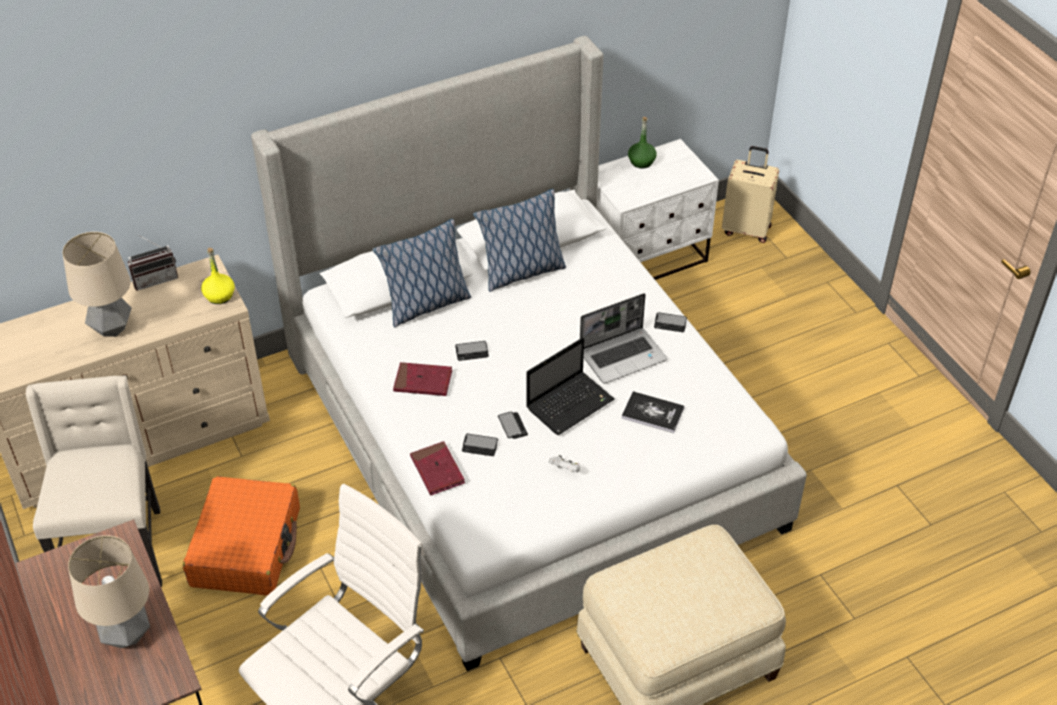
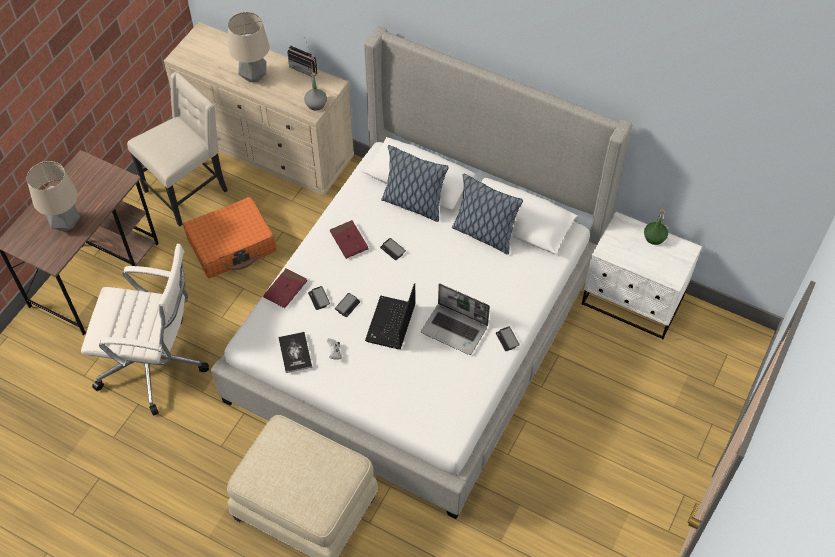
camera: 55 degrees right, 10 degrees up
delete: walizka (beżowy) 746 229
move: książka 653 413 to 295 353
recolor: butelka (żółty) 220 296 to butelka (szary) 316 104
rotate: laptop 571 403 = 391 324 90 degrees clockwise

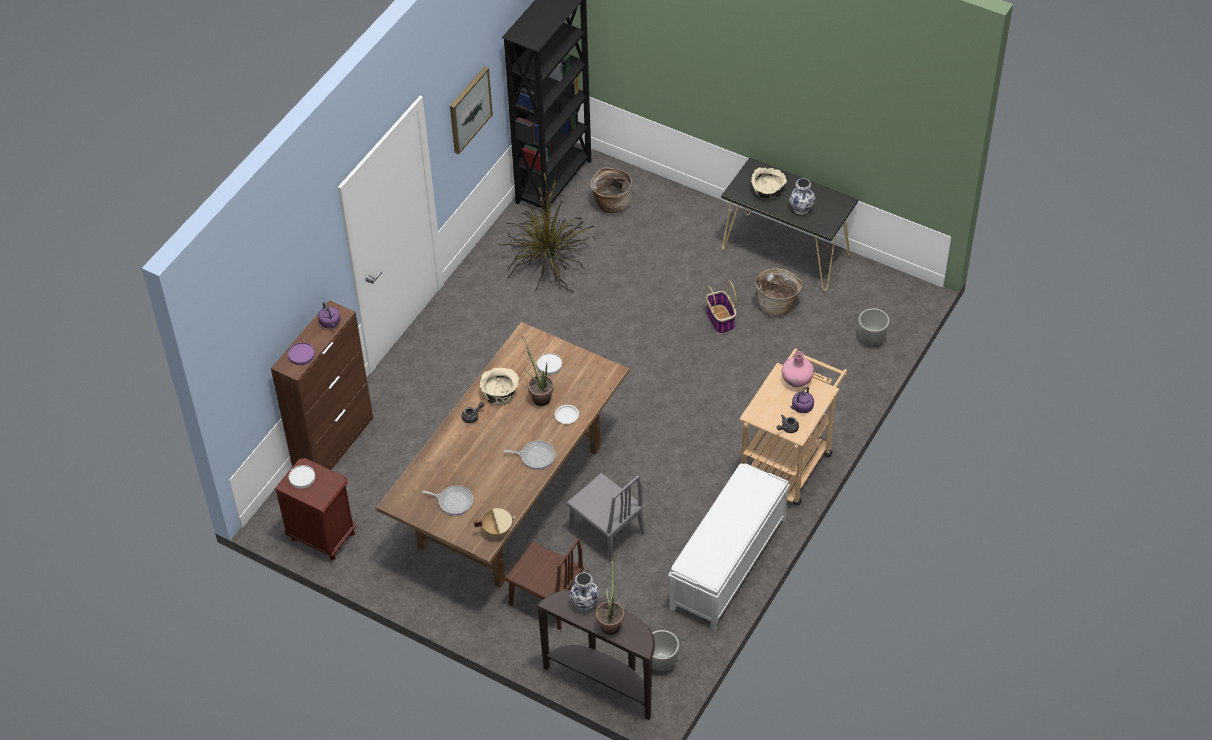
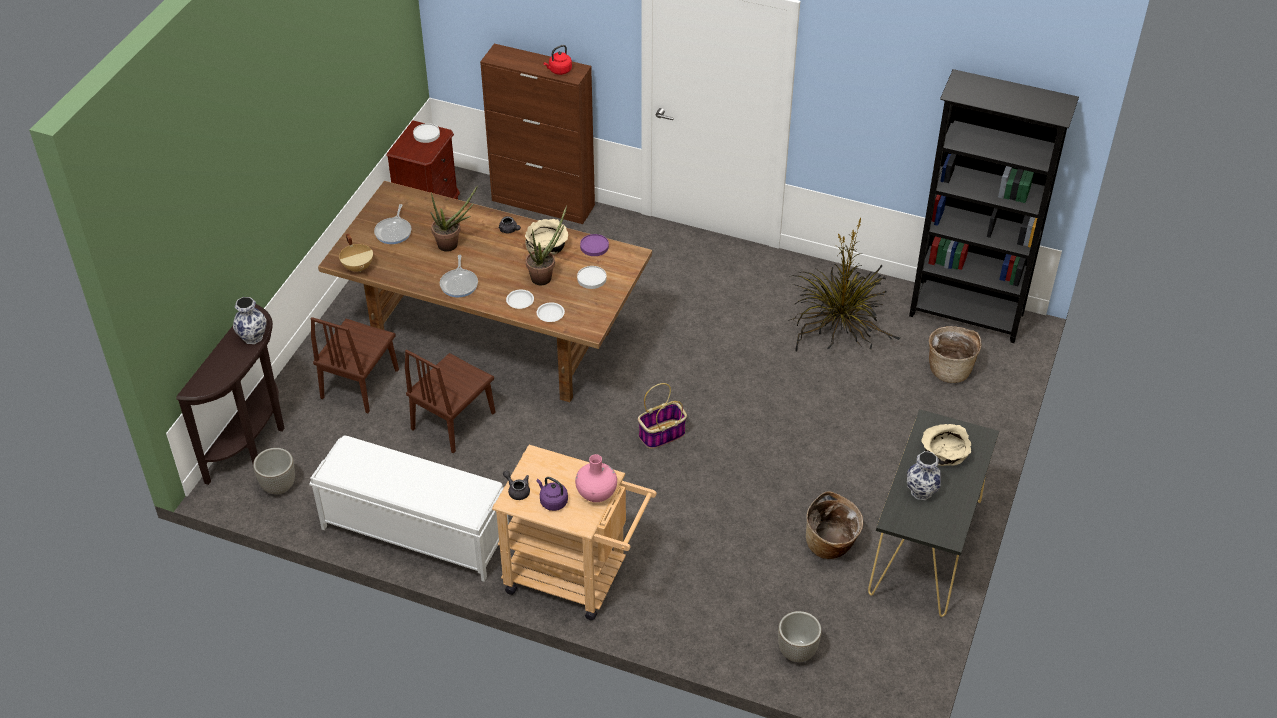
camera: 80 degrees right, 5 degrees down
delete: obraz 469 109
insert: talerz (biały) 550 314
move: talerz (fioletowy) 301 355 to 594 246; roślina doniczkowa 610 622 to 452 244; koszyk 721 320 to 661 435
recolor: czajnik (fioletowy) 330 323 to czajnik (czerwony) 559 71; krzesło (szary) 606 531 to krzesło (brązowy) 453 420

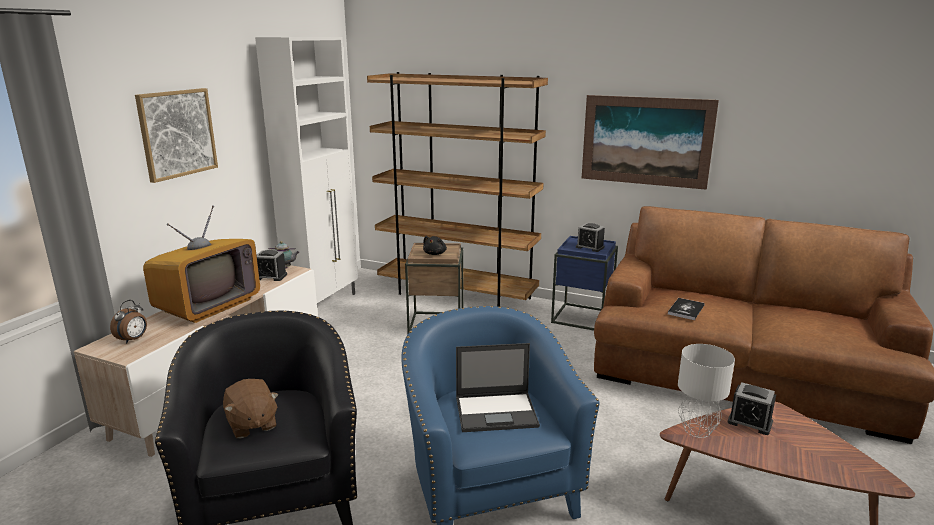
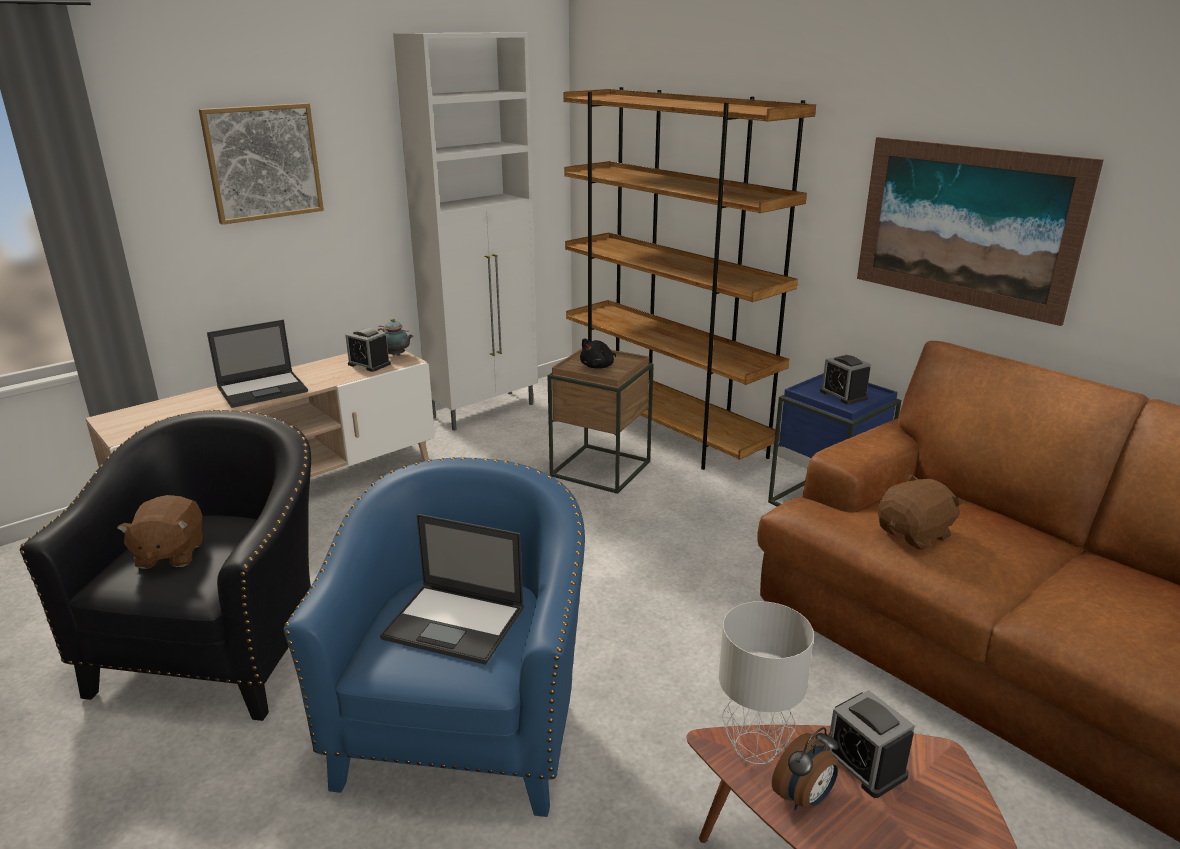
camera: 25 degrees right, 5 degrees up
move: budzik 133 339 to 804 799
replace: telewizor 208 305 to laptop 263 389; książka 686 310 to pluszak (brązowy) 915 534

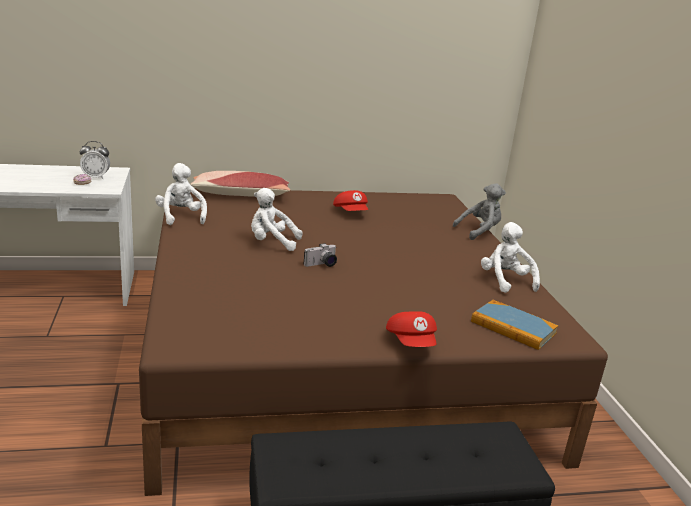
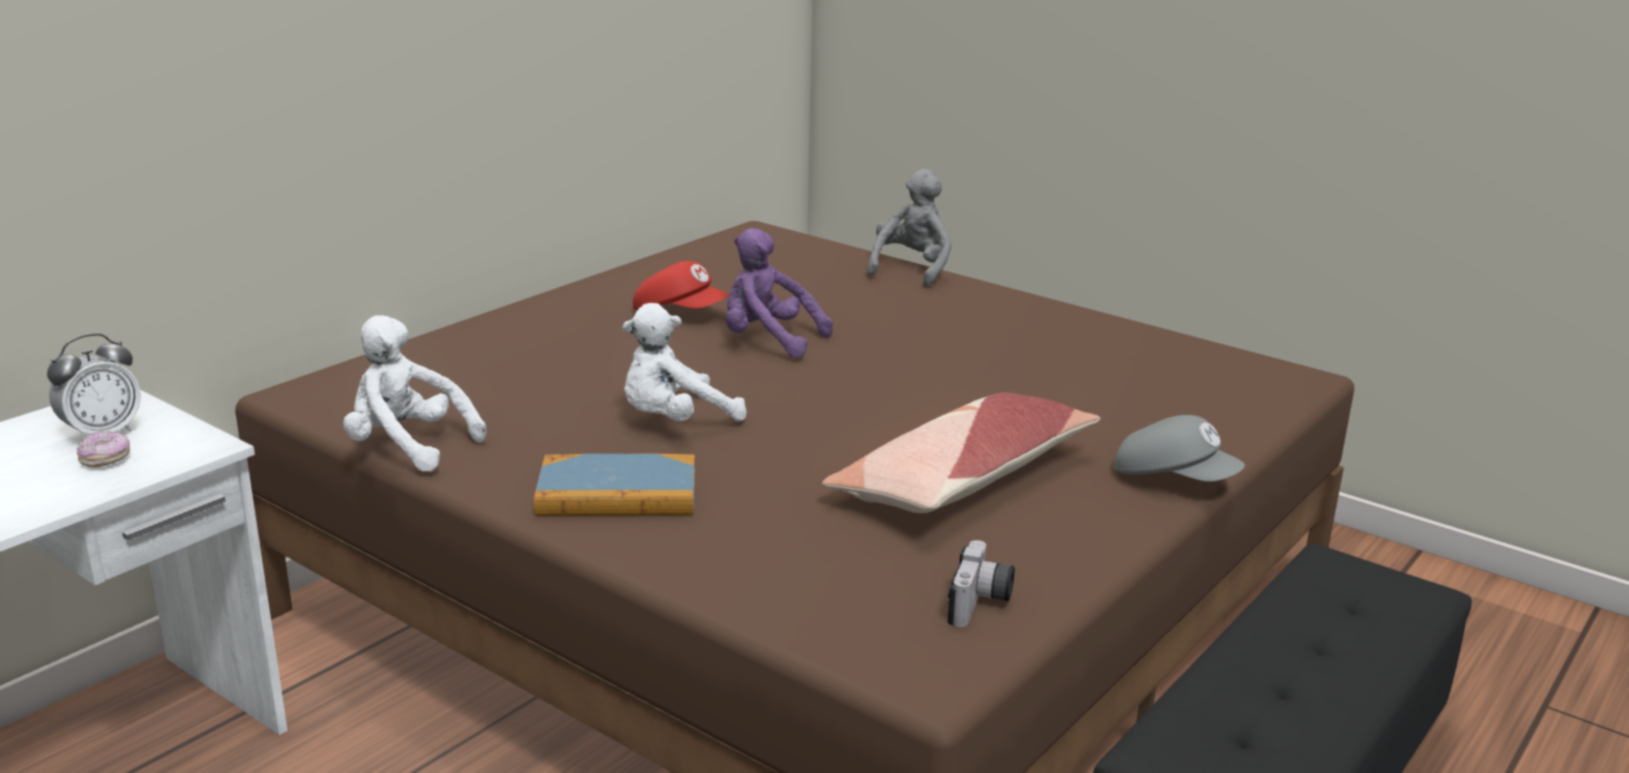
camera: 40 degrees left, 0 degrees up
delete: pluszak (biały) 505 281
insert: pluszak (fioletowy) 768 340
move: poduszka 240 195 to 962 480; aparat fotograficzny 322 265 to 981 604; książka 513 327 to 617 493
recolor: czapka z daszkiem (czerwony) 411 343 to czapka z daszkiem (szary) 1174 479

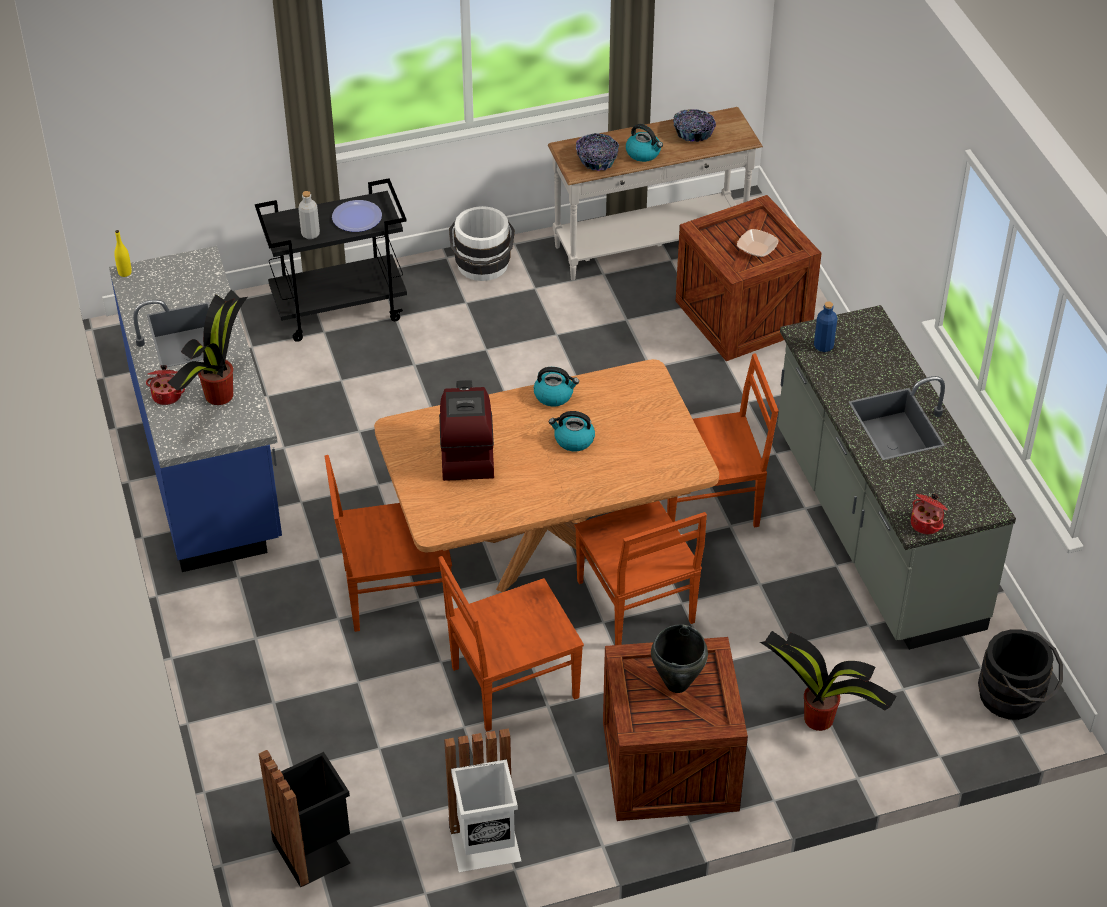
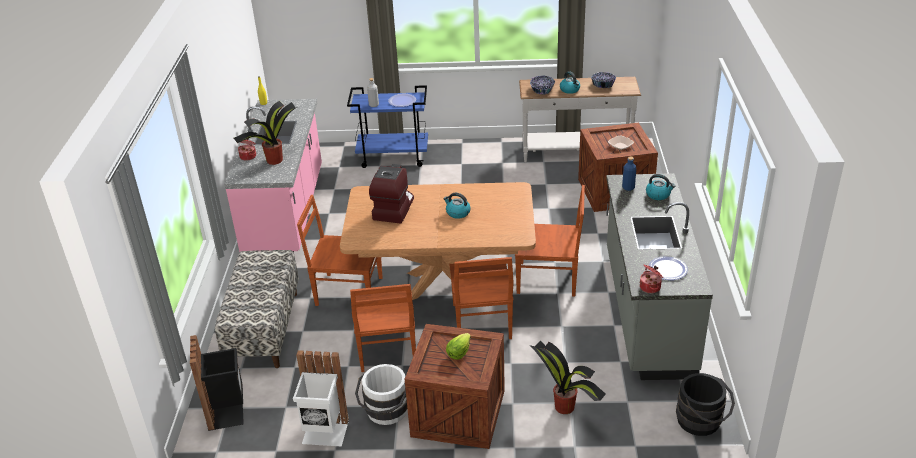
camera: 20 degrees right, 10 degrees down
insert: ławka 264 329; talerz 668 269
move: wiadro (biały) 482 268 to 385 413; czajnik 554 395 to 658 195
replace: garnek (czarny) 676 684 to sałata 459 353
recolor: zabudowa kuchenna (niebieski) 208 461 to zabudowa kuchenna (różowy) 286 212; wózek (czarny) 340 309 to wózek (niebieski) 394 157
rotate: krzesło (brązowy) 511 683 = 387 349 90 degrees counterclockwise

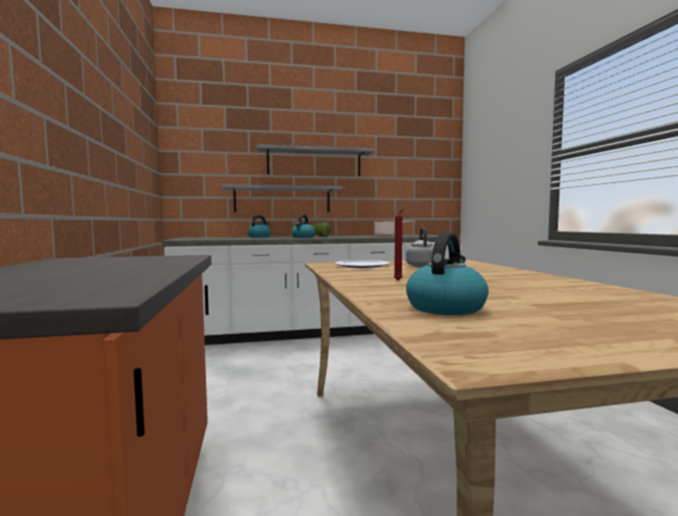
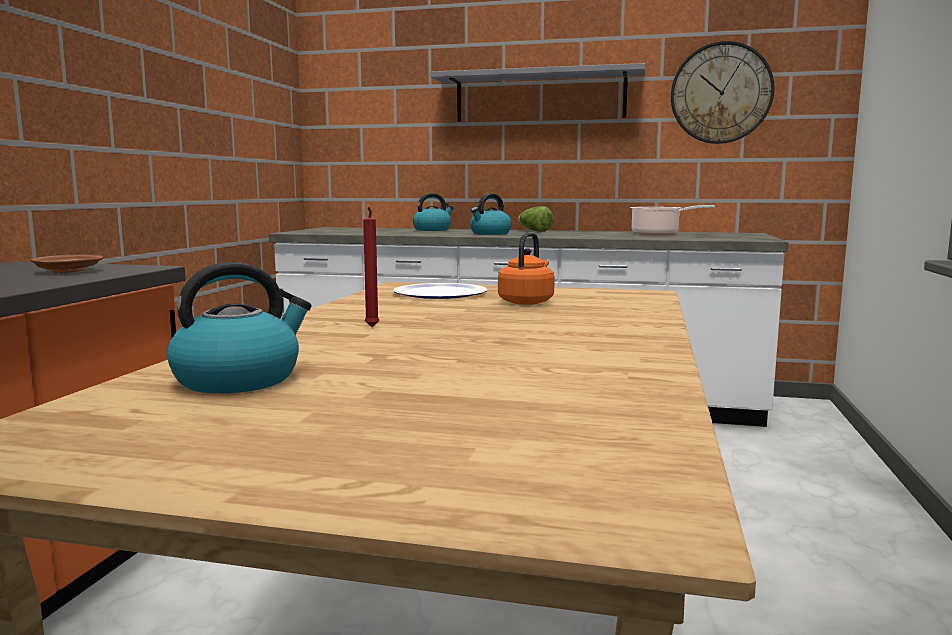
camera: 25 degrees right, 5 degrees up
delete: półka (szary) 282 199
insert: talerz (brązowy) 68 271; zegar ścienny 721 93
recolor: czajnik (szary) 420 266 to czajnik (pomarańczowy) 527 302

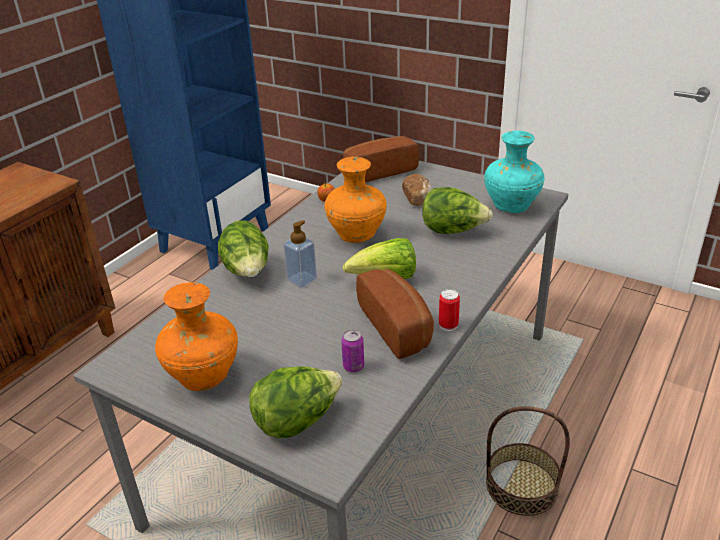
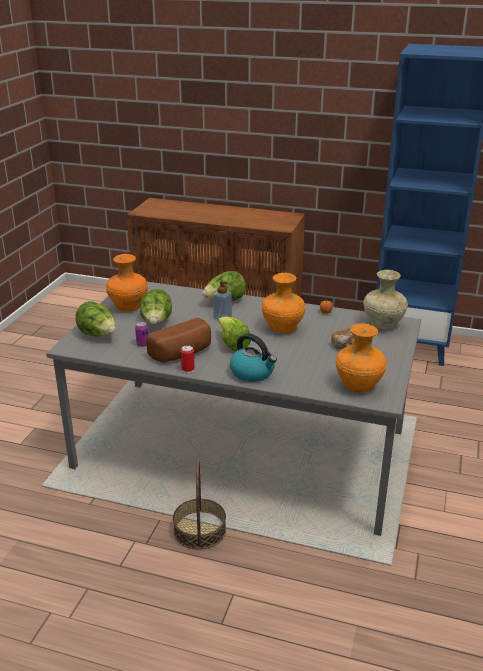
camera: 75 degrees right, 5 degrees down
insert: czajnik 253 373
move: sałata 453 231 to 157 323
replace: chleb 378 171 to wazon (beżowy) 383 325
recolor: wazon (turkusowy) 511 207 to wazon (pomarańczowy) 358 386

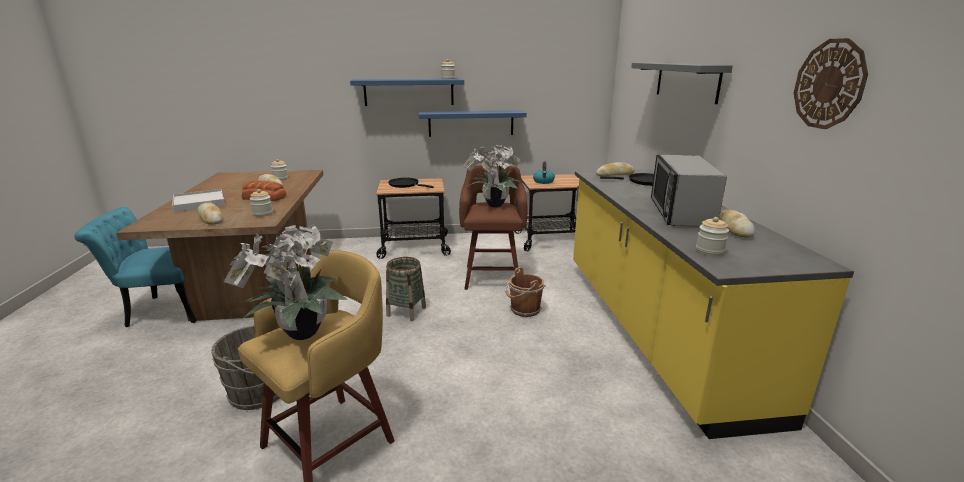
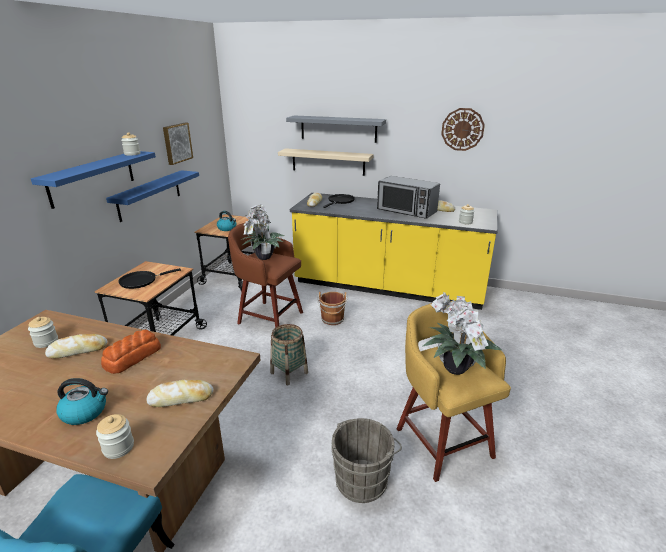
camera: 65 degrees left, 5 degrees up
insert: obraz 177 143; półka (beżowy) 328 162
move: słoik 263 214 to 118 447
replace: taca (biały) 199 203 to czajnik 85 412

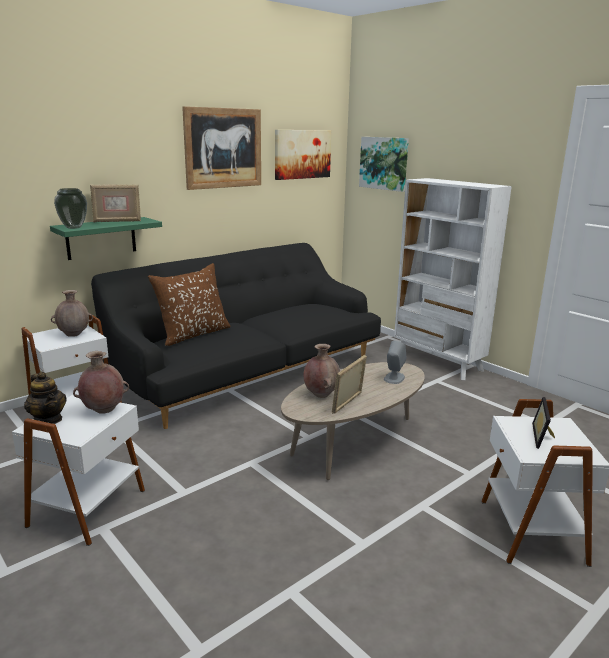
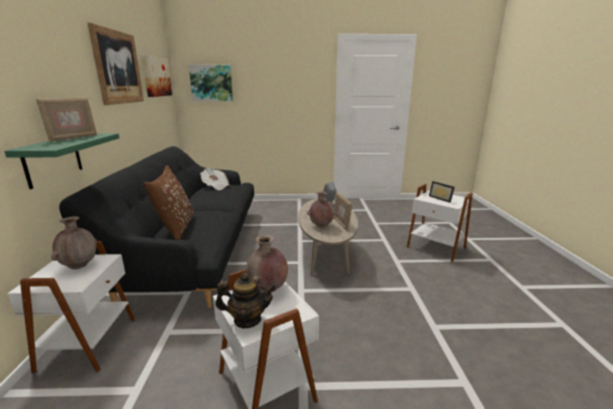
camera: 50 degrees left, 0 degrees up
delete: wazon 74 227; regał (biały) 437 362
insert: gazeta 215 186

